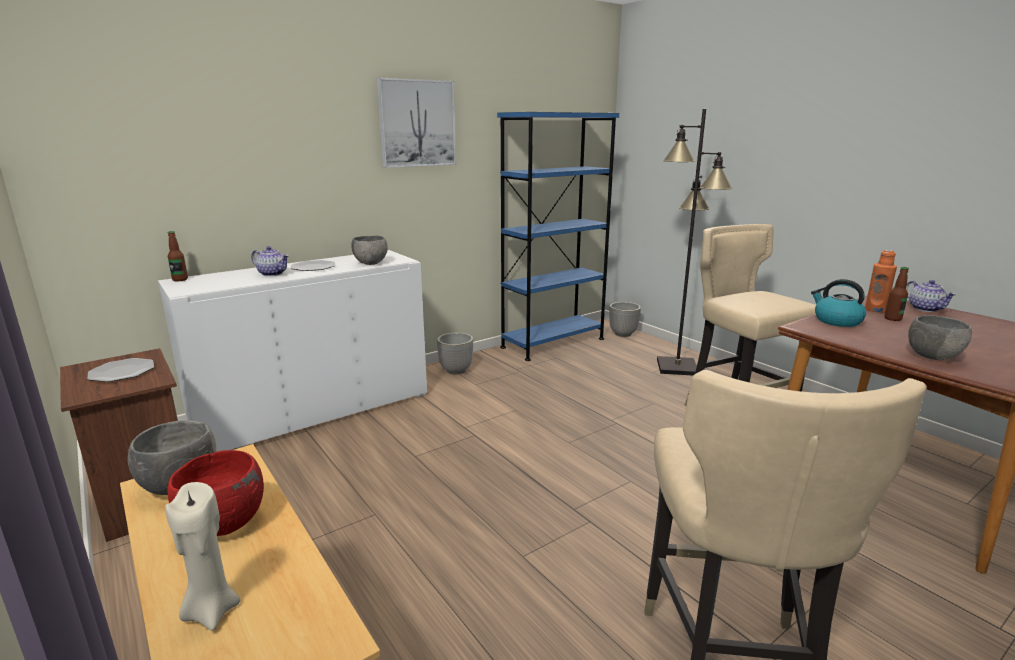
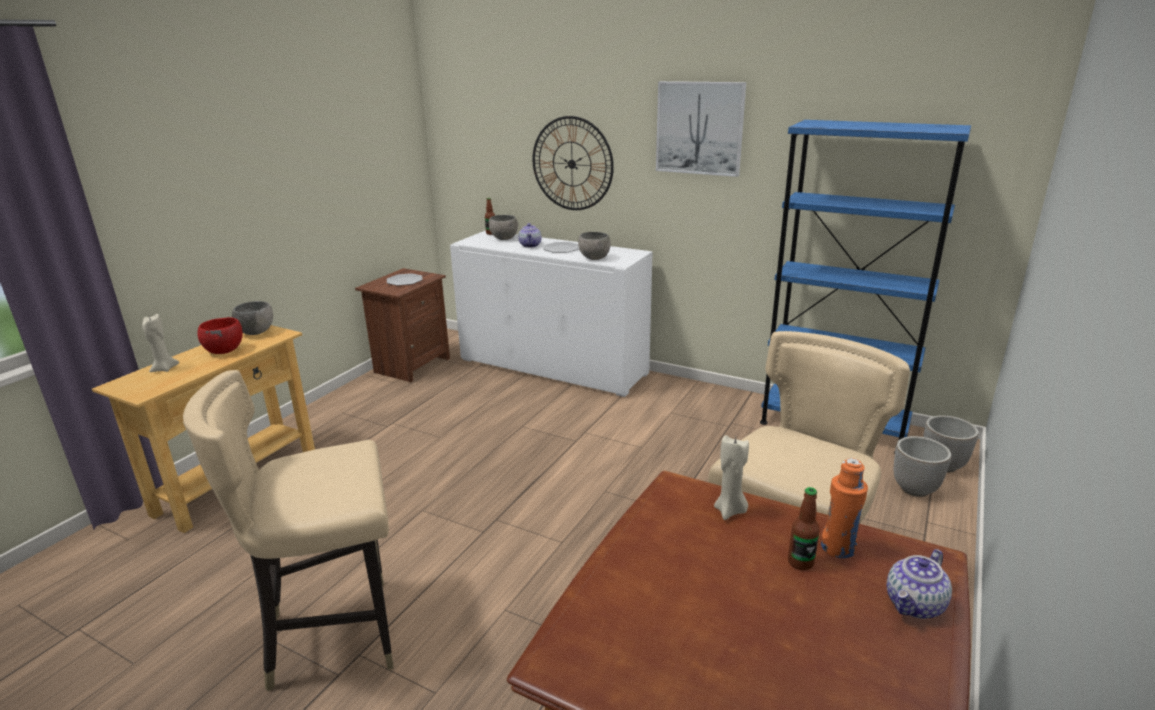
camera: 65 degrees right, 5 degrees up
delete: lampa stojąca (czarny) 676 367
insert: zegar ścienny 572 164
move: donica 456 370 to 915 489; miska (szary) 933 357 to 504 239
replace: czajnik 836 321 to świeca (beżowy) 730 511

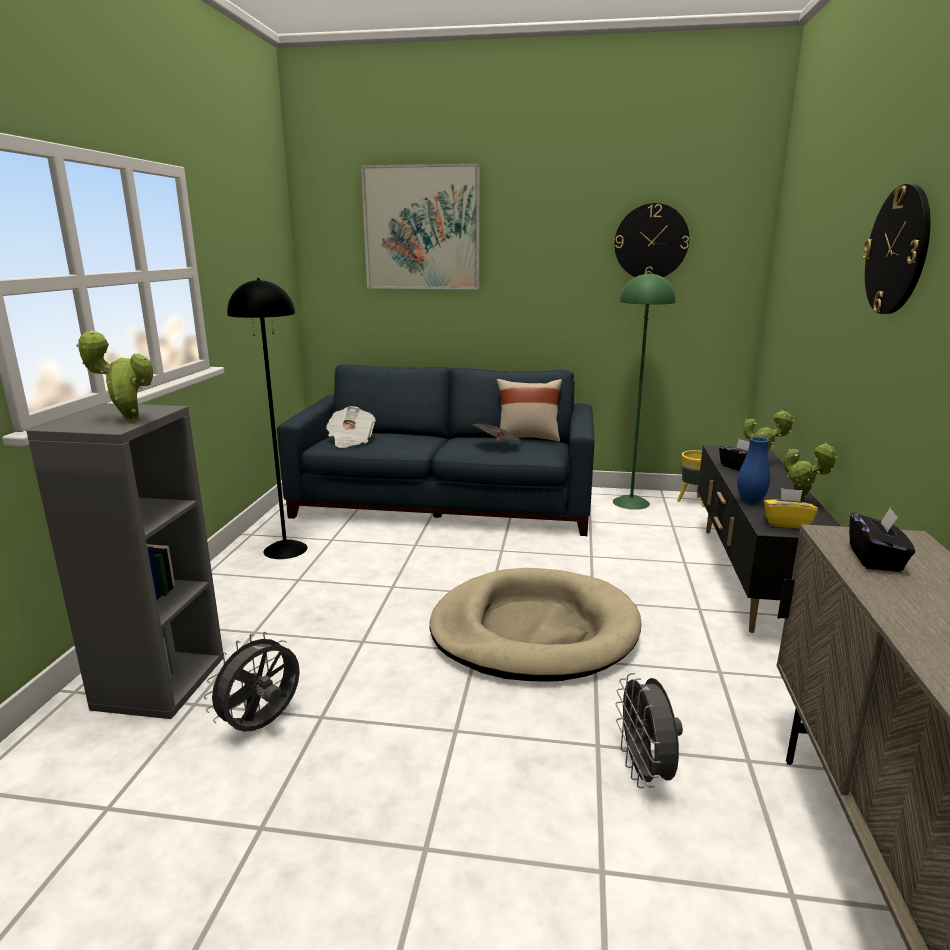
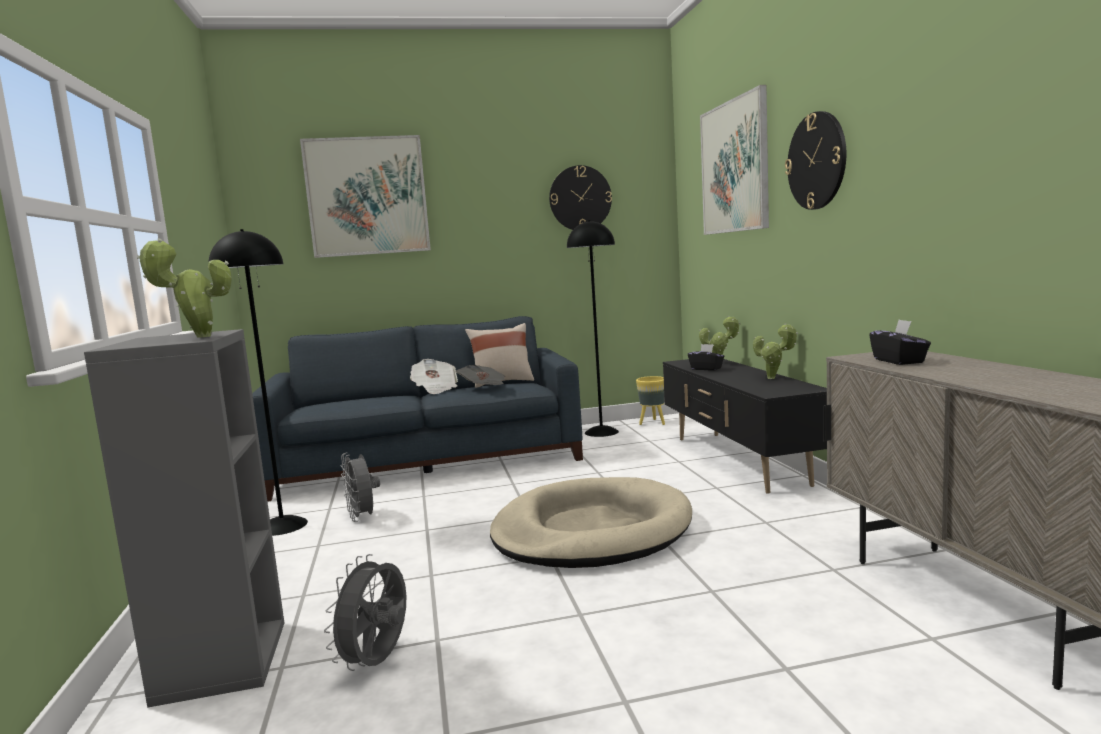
camera: 20 degrees left, 10 degrees down
delete: wazon (niebieski) 750 501; pudełko chusteczek (żółty) 786 523
insert: obraz 734 167
move: gazeta 350 440 to 435 389; wentylator (szary) 645 772 to 363 518
recolor: lampa stojąca (zielony) 631 502 to lampa stojąca (czarny) 602 432

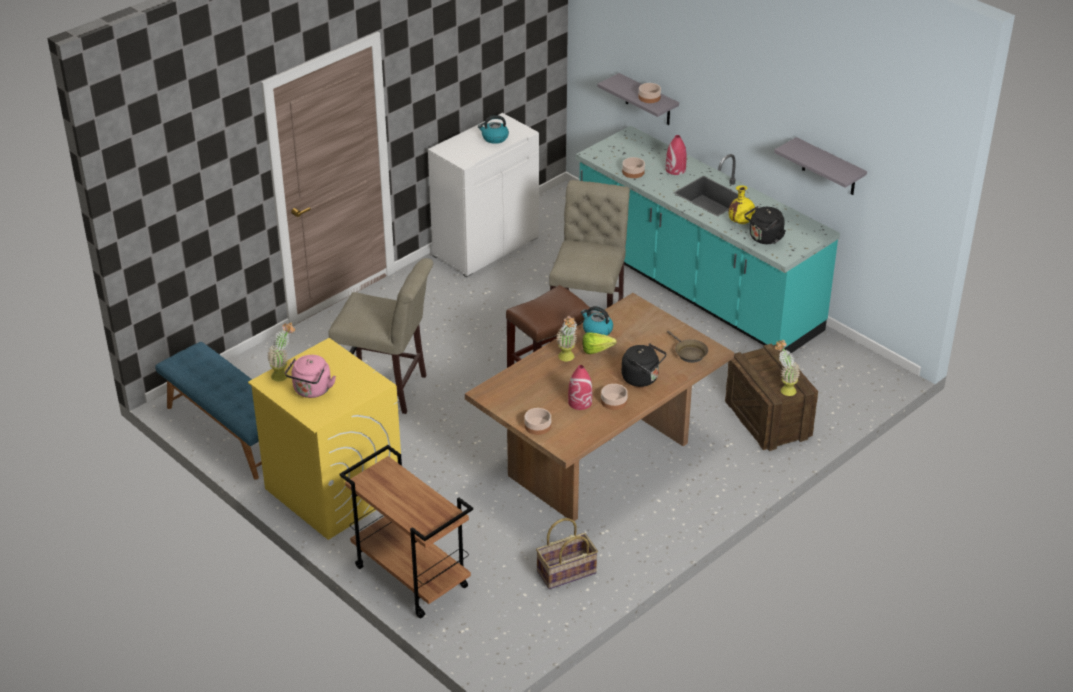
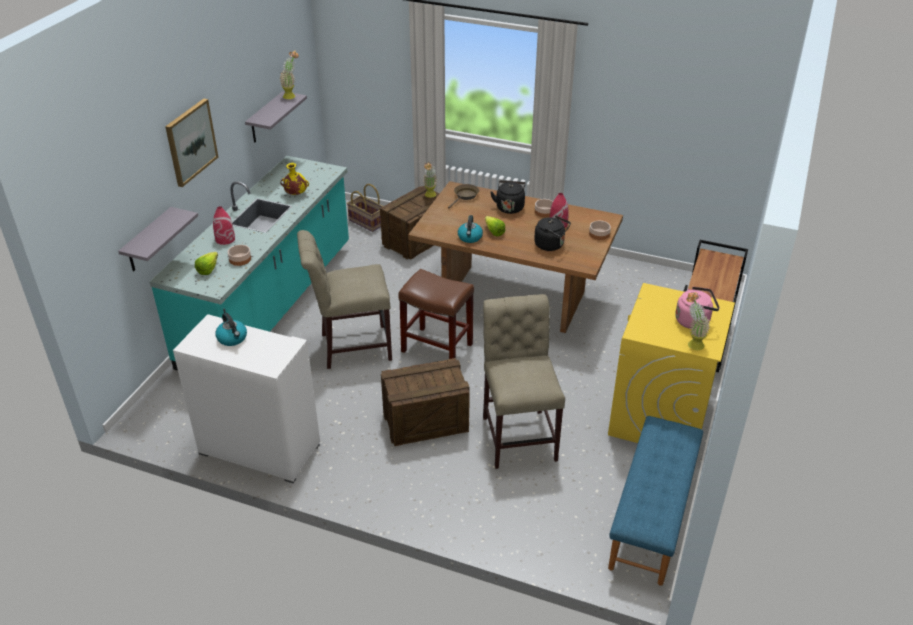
camera: 115 degrees left, 0 degrees up
delete: miska 649 97
insert: obraz 190 142; sałata 210 268; skrzynka 425 422
move: koszyk 566 573 to 367 222; roślina doniczkowa 567 359 to 292 95; czajnik (czarny) 764 238 to 551 245

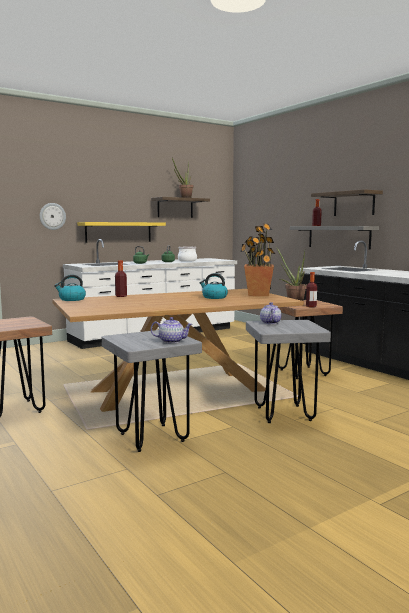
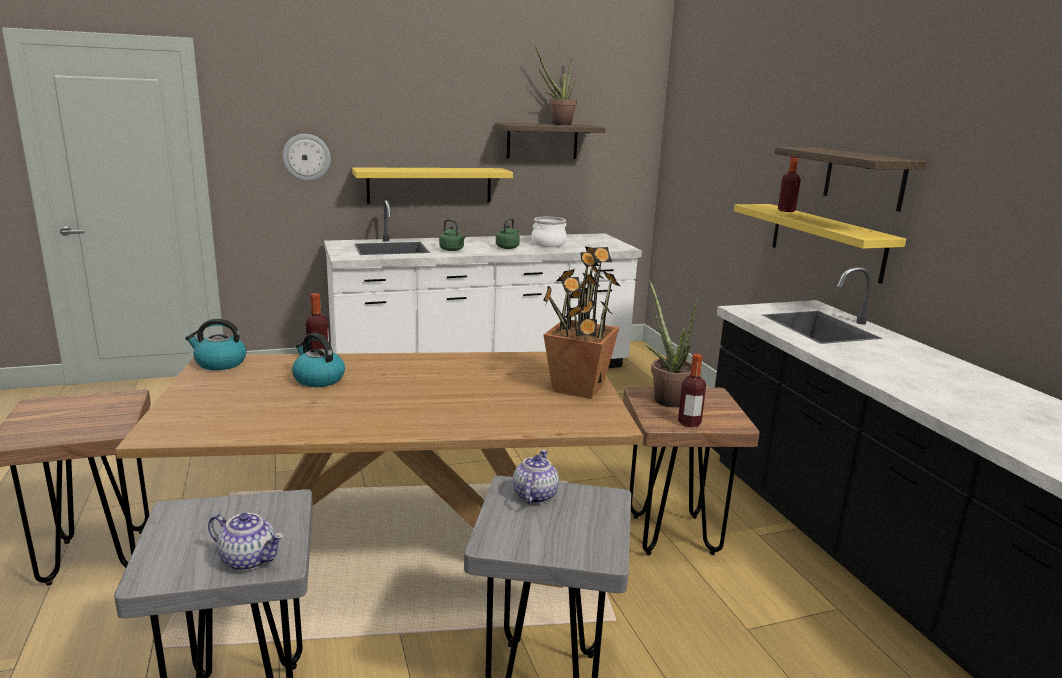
camera: 15 degrees right, 10 degrees up
move: czajnik 214 297 to 318 379
recolor: półka (szary) 338 237 to półka (żółty) 826 241

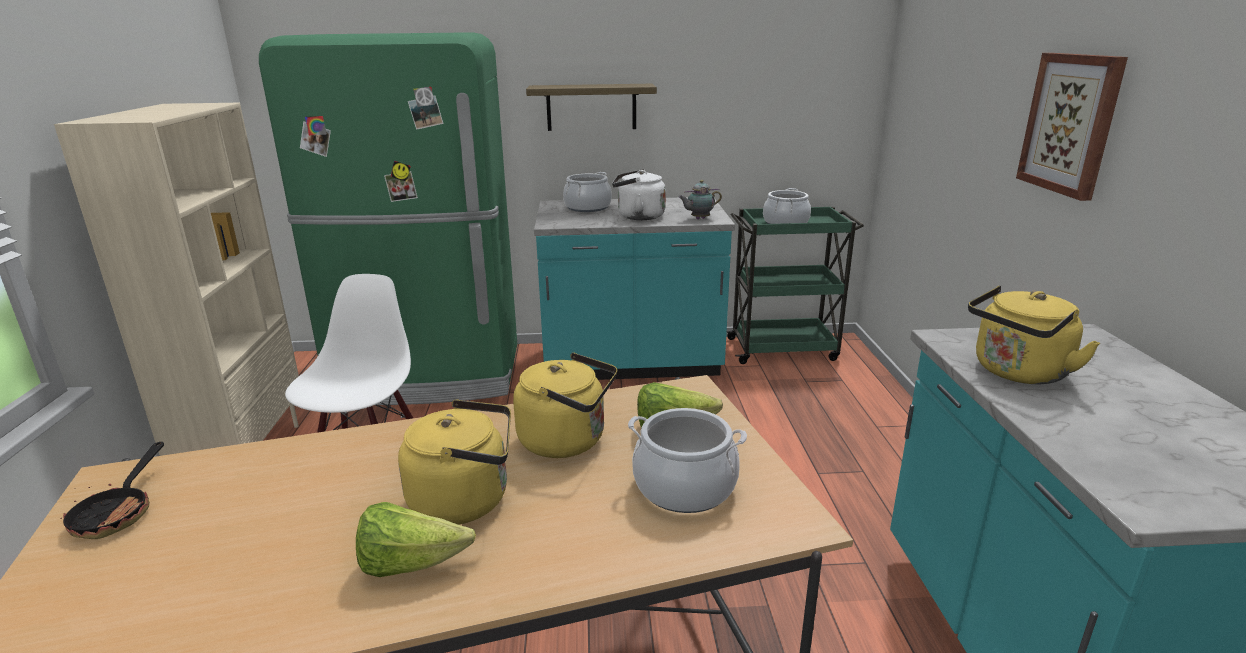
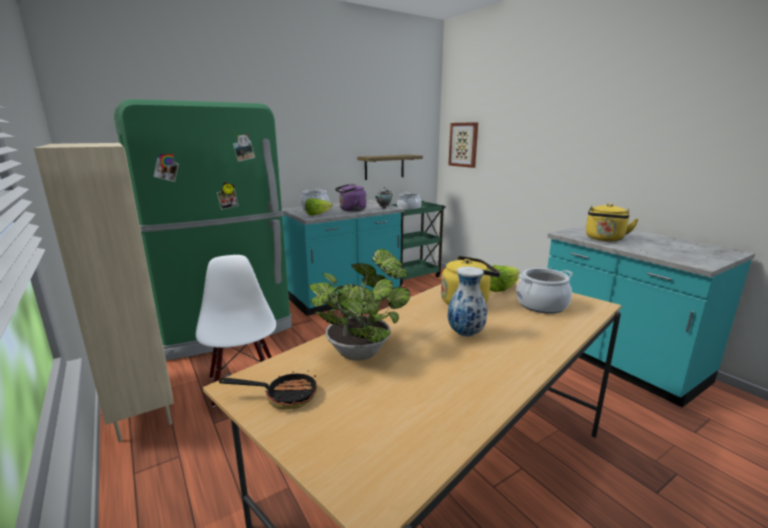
camera: 30 degrees left, 5 degrees down
insert: roślina doniczkowa 362 350
move: sałata 411 564 to 317 214; półka 591 107 to 384 167; obraz 1071 124 to 464 144
replace: czajnik (żółty) 466 500 to wazon 466 333
recolor: czajnik (biały) 637 216 to czajnik (fioletowy) 351 210
rotate: patelnia 119 512 = 283 396 60 degrees counterclockwise

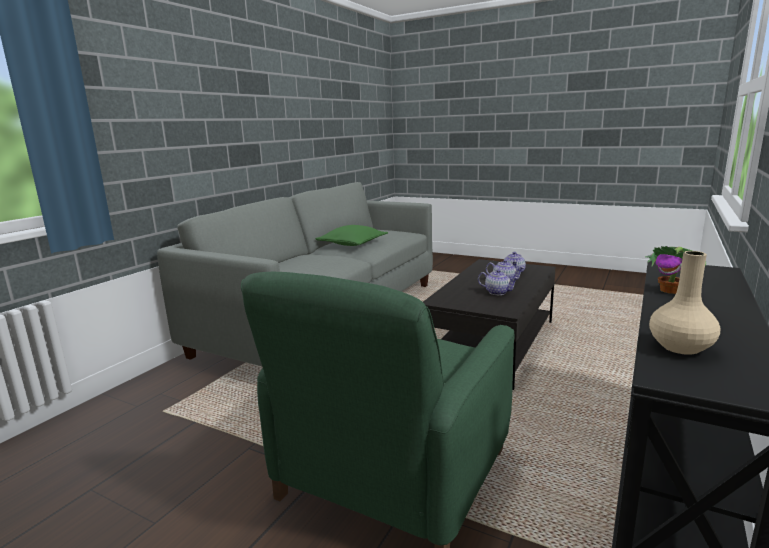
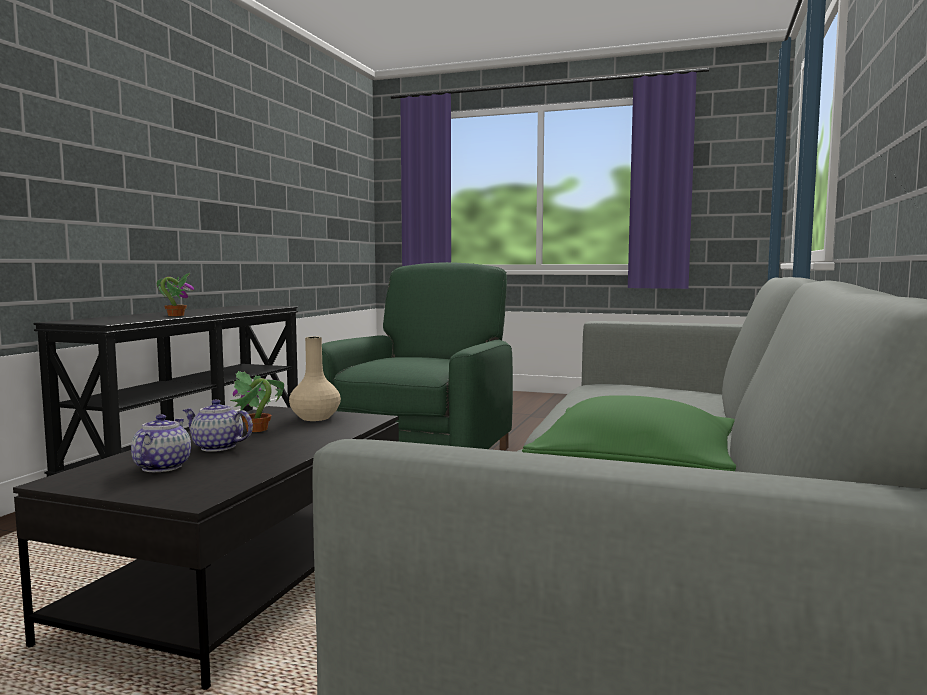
camera: 170 degrees right, 10 degrees down
move: wazon (beżowy) 680 347 to 315 418
replace: imbryk 497 292 to roślina doniczkowa 256 430

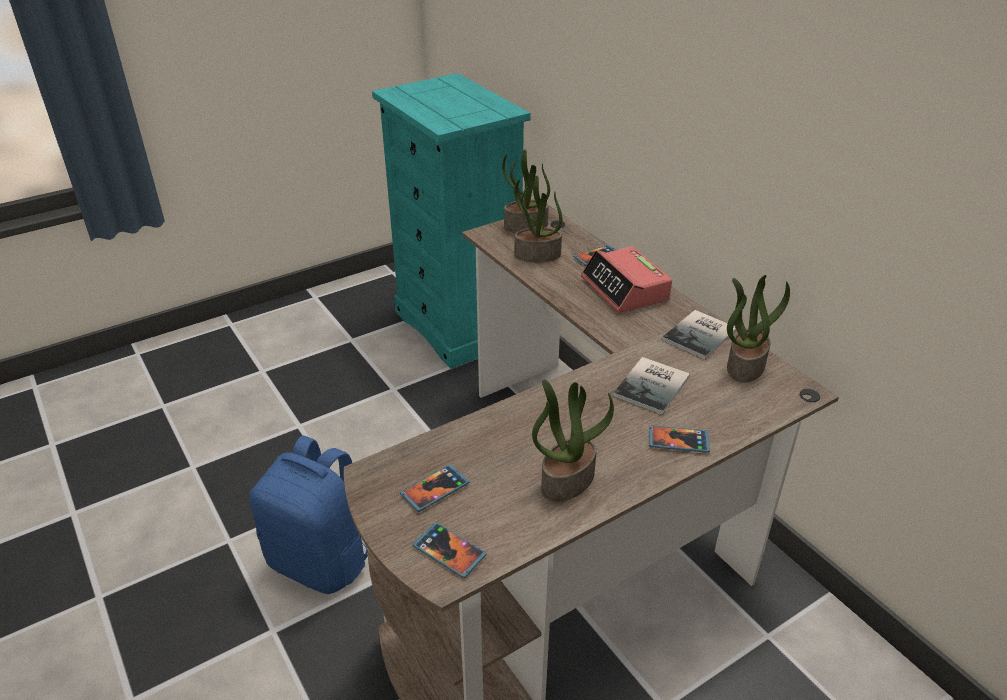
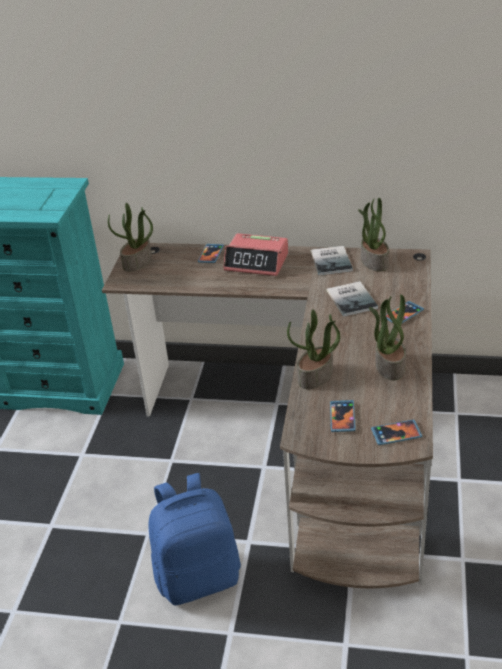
camera: 45 degrees left, 0 degrees up
move: roślina doniczkowa 537 255 to 315 376

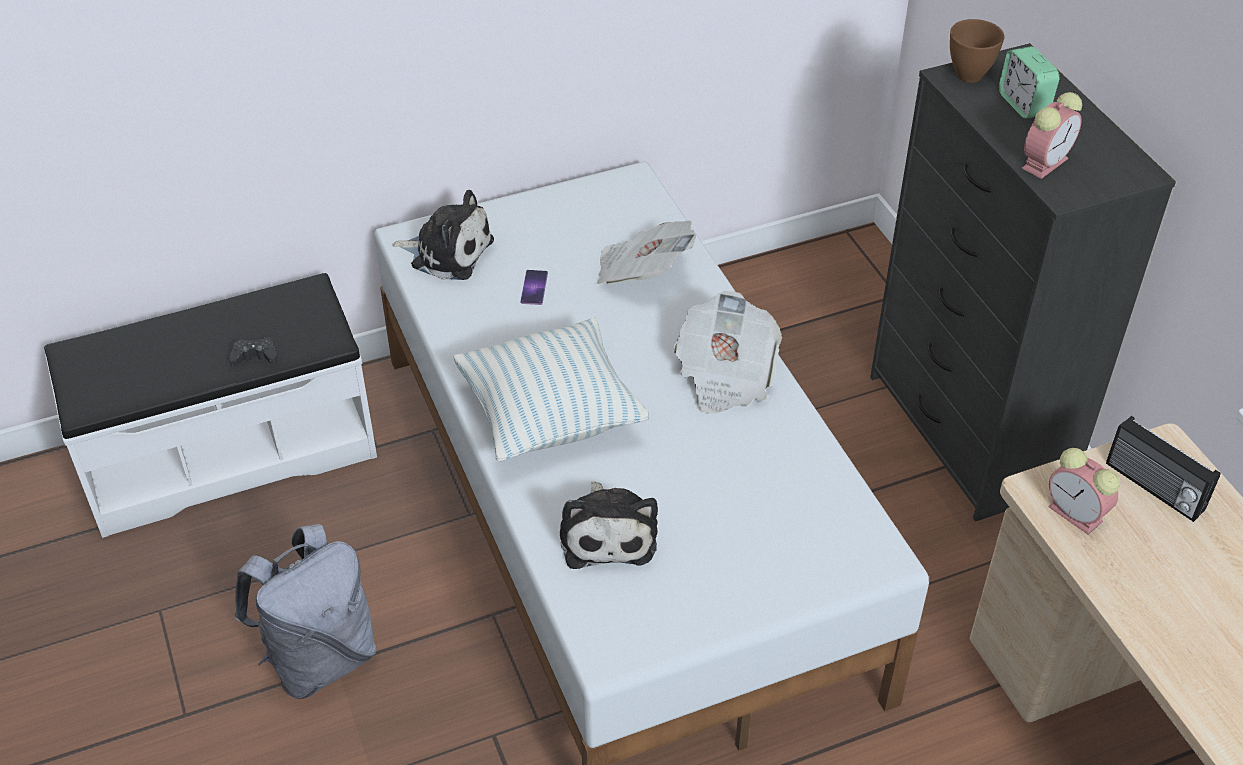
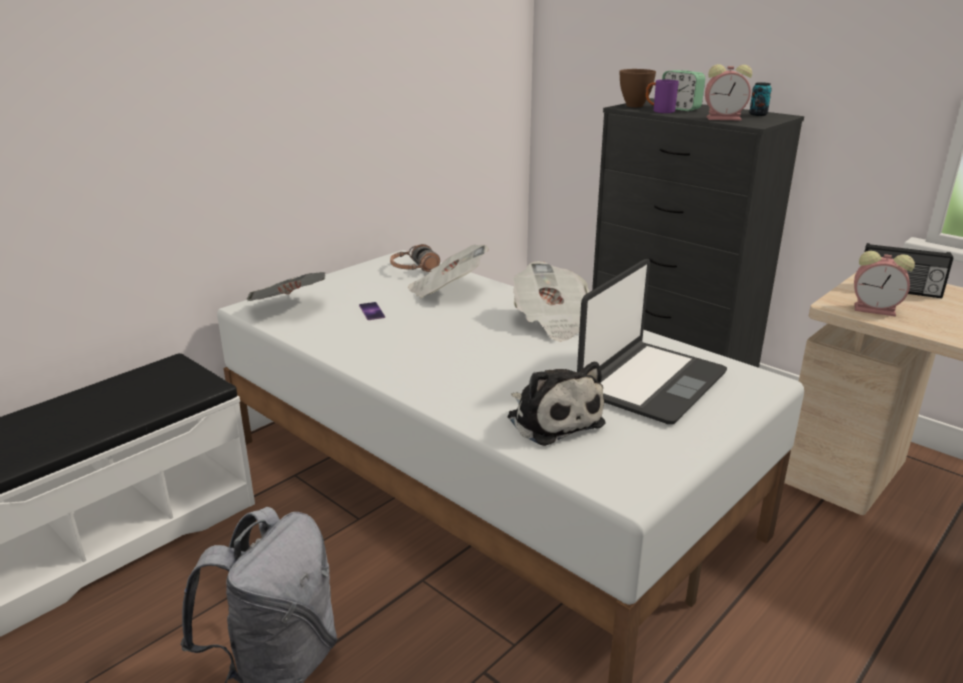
camera: 25 degrees left, 20 degrees down
delete: pad do gier (czarny) 255 356; poduszka 550 416
insert: słuchawki 414 269; laptop 650 383; kubek (fioletowy) 659 111; puszka 758 114
replace: pluszak 448 252 to gazeta 288 308
rotate: budzik 1045 162 = 725 118 75 degrees clockwise

